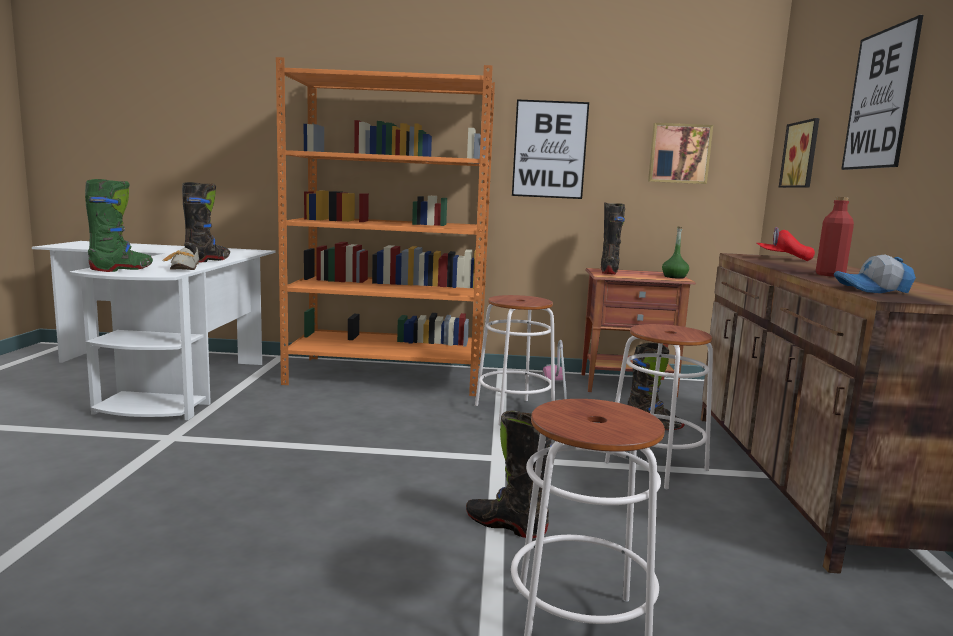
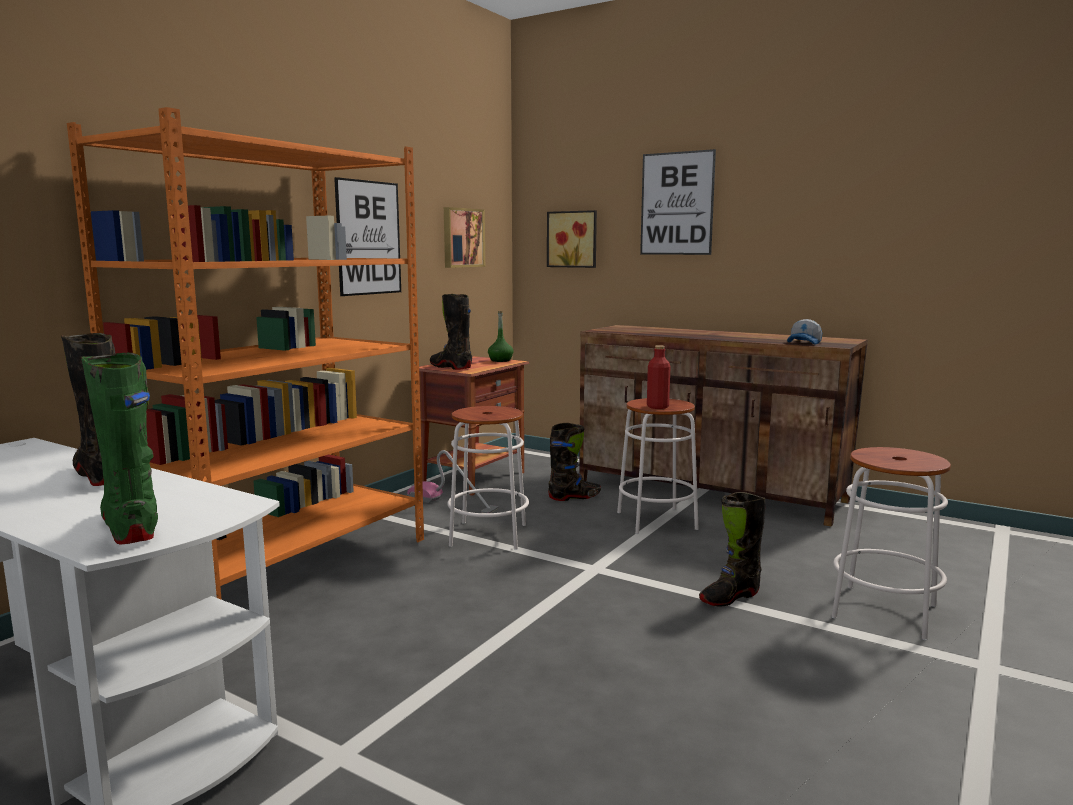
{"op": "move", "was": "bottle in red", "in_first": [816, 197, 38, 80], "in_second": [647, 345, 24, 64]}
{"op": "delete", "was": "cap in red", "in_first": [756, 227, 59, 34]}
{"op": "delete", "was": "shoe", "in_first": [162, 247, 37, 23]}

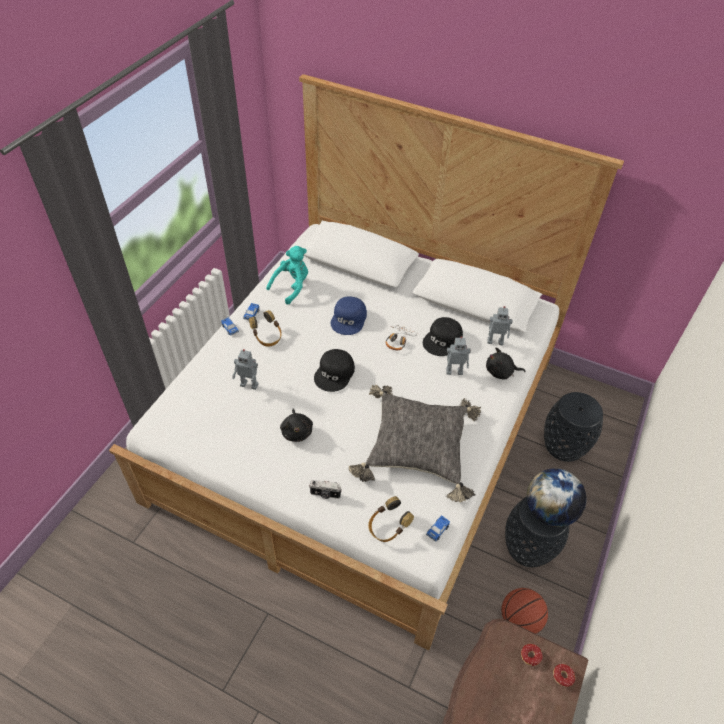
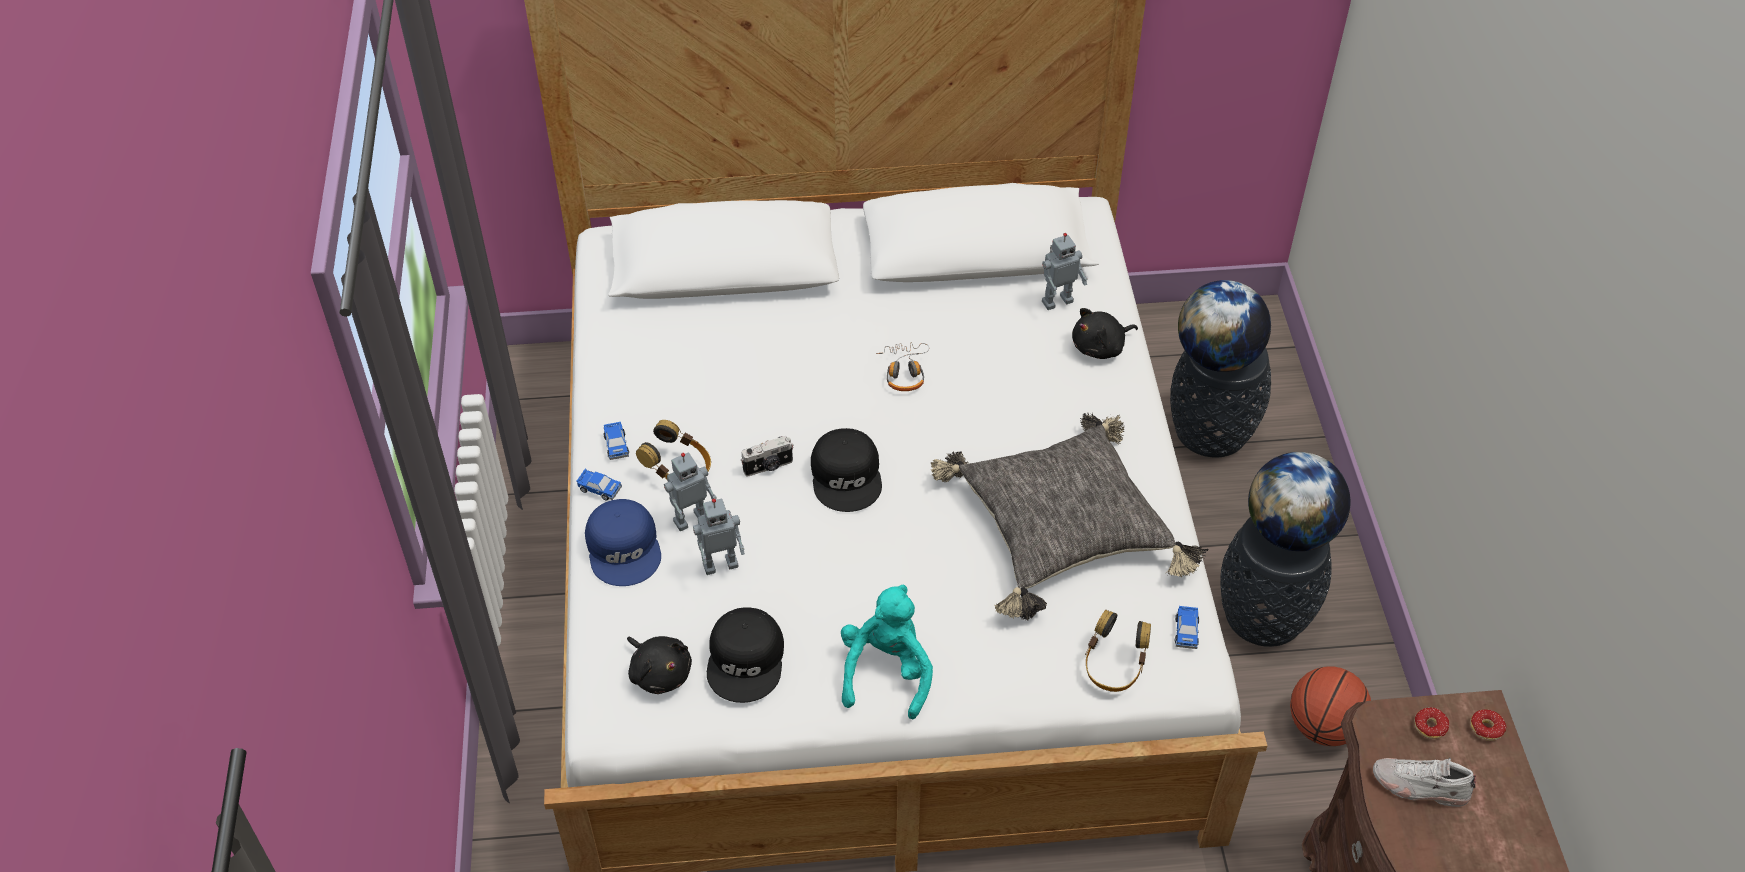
{"op": "move", "was": "plush toy in turquoise", "in_first": [266, 246, 42, 59], "in_second": [841, 584, 92, 135]}
{"op": "move", "was": "cap in blue", "in_first": [331, 296, 36, 39], "in_second": [585, 499, 76, 87]}
{"op": "move", "was": "cap in black", "in_first": [423, 317, 40, 39], "in_second": [707, 608, 77, 95]}
{"op": "move", "was": "toy robot", "in_first": [446, 336, 25, 39], "in_second": [664, 453, 53, 78]}
{"op": "move", "was": "plush toy in black", "in_first": [280, 409, 33, 33], "in_second": [627, 636, 65, 58]}
{"op": "move", "was": "photo camera", "in_first": [309, 480, 33, 19], "in_second": [741, 436, 53, 40]}
{"op": "insert", "now": "globe", "in_second": [1178, 280, 93, 92]}
{"op": "insert", "now": "shoe in white", "in_second": [1373, 758, 103, 49]}

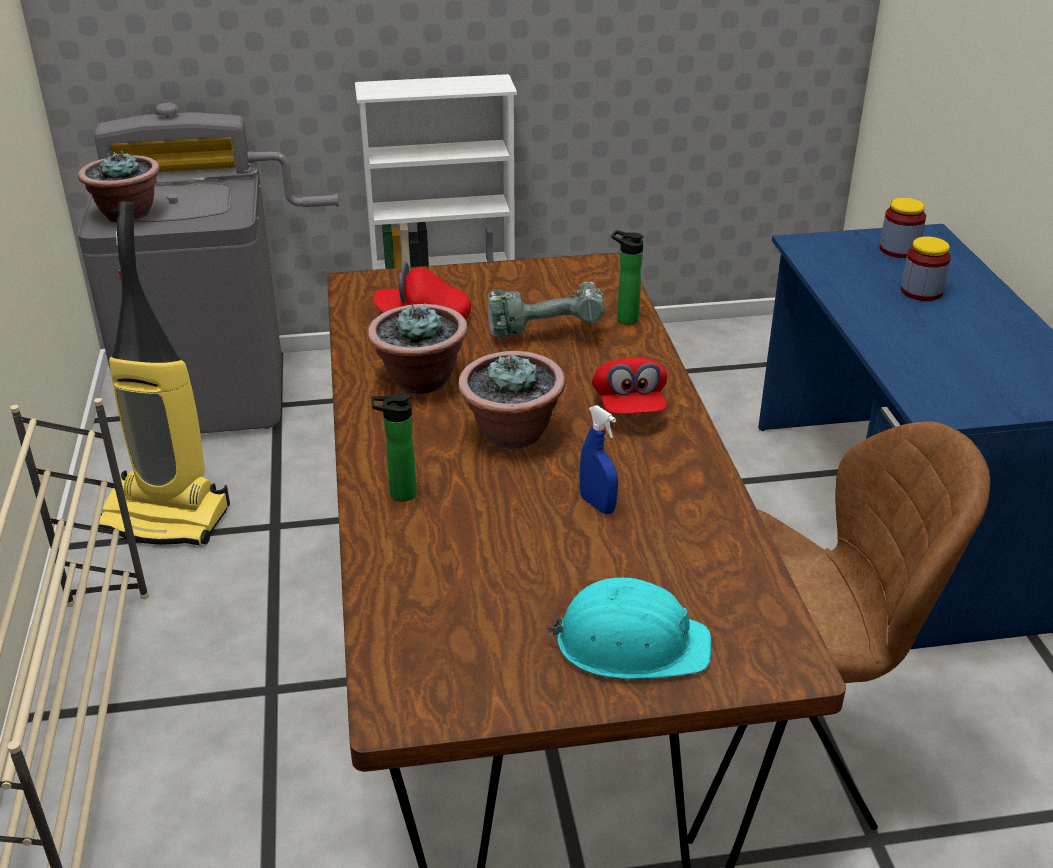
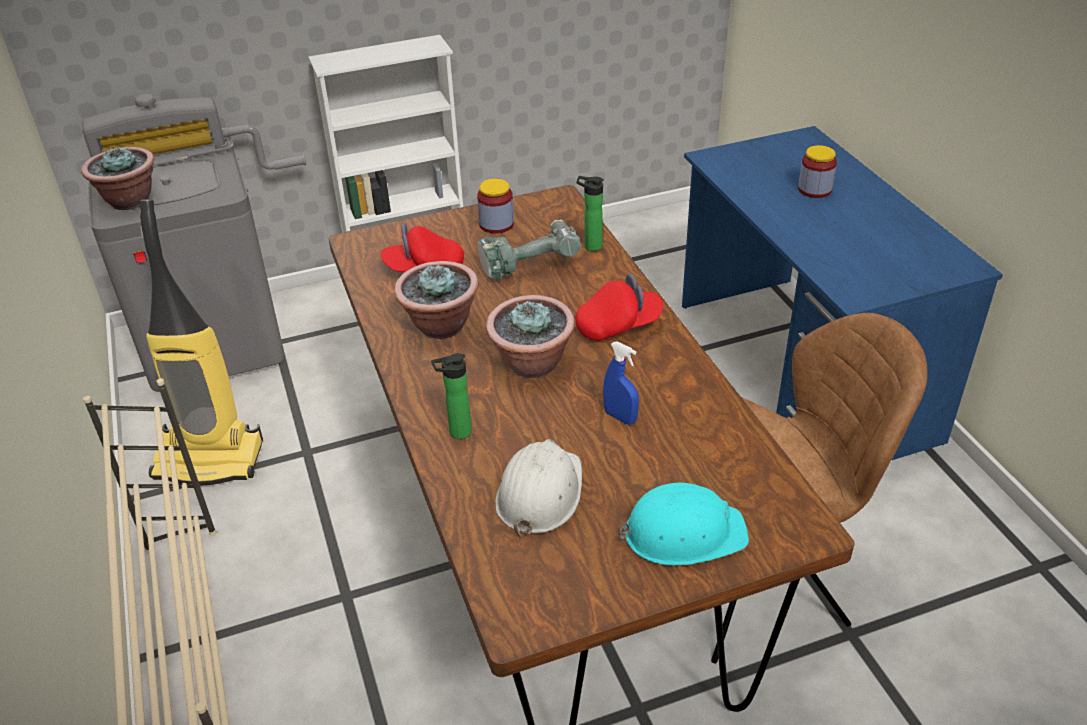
{"op": "move", "was": "jar", "in_first": [880, 198, 46, 60], "in_second": [477, 179, 37, 55]}
{"op": "rotate", "was": "cap in red", "in_first": [592, 357, 75, 57], "in_second": [575, 273, 88, 68], "clockwise": -90}
{"op": "insert", "now": "hard hat in white", "in_second": [495, 439, 87, 98]}

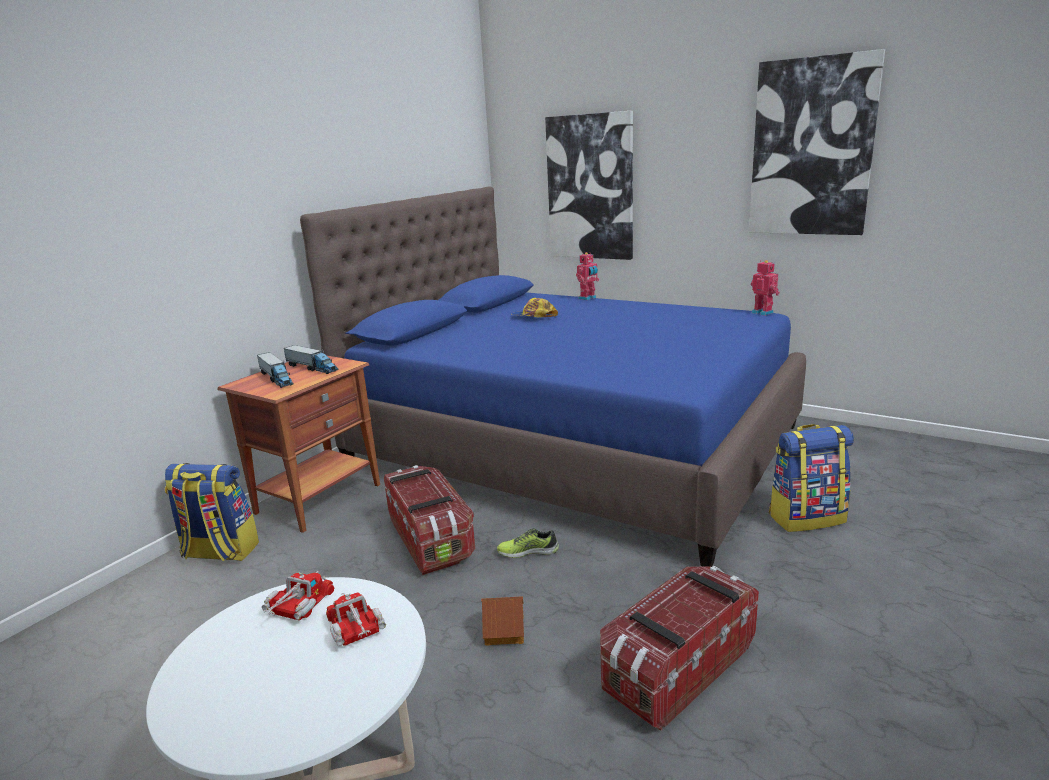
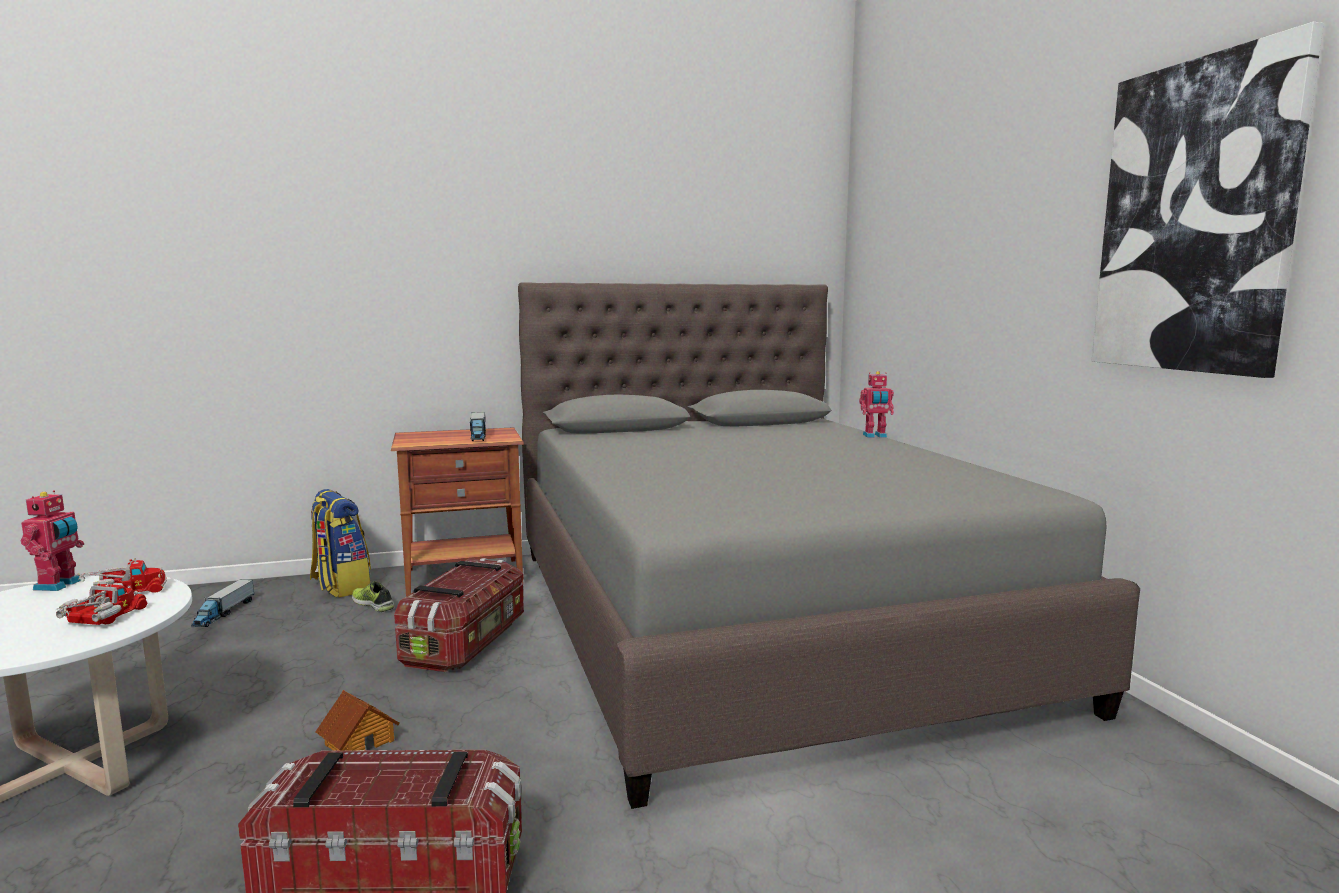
{"op": "delete", "was": "picture", "in_first": [545, 111, 88, 149]}
{"op": "recolor", "was": "bed in blue", "now": "bed in grey", "in_first": [300, 186, 506, 381], "in_second": [518, 282, 622, 527]}
{"op": "move", "was": "toy robot", "in_first": [751, 260, 29, 56], "in_second": [21, 490, 63, 101]}
{"op": "delete", "was": "cap", "in_first": [512, 298, 46, 20]}
{"op": "move", "was": "toy truck", "in_first": [257, 352, 36, 36], "in_second": [191, 579, 63, 48]}
{"op": "delete", "was": "backpack", "in_first": [769, 424, 85, 108]}
{"op": "move", "was": "shoe", "in_first": [497, 528, 62, 30], "in_second": [352, 581, 42, 31]}

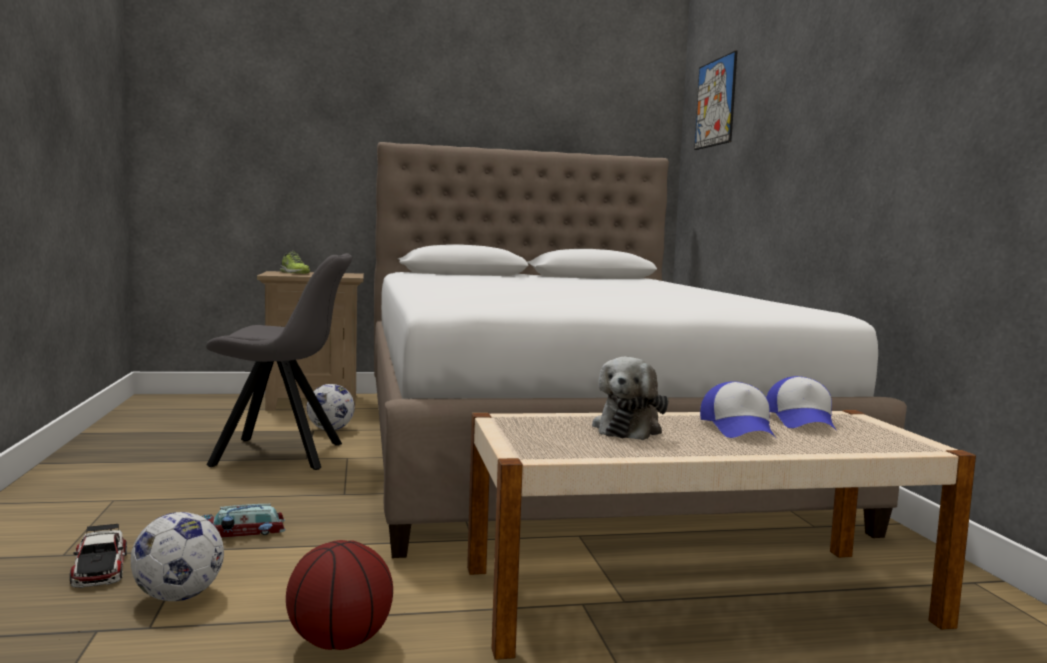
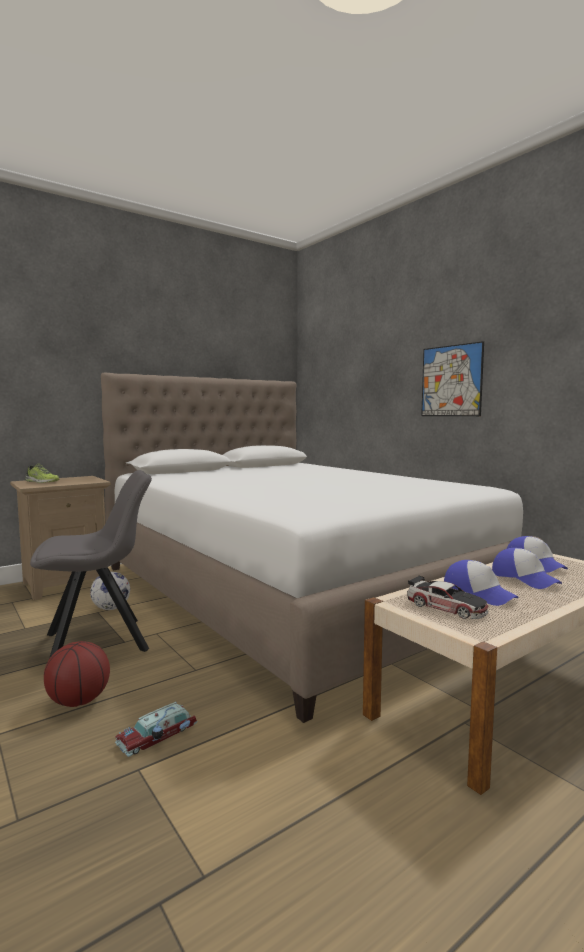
{"op": "move", "was": "picture", "in_first": [694, 50, 43, 100], "in_second": [421, 341, 63, 75]}
{"op": "replace", "was": "plush toy", "now": "cap", "in_first": [592, 357, 76, 83], "in_second": [444, 560, 75, 46]}
{"op": "delete", "was": "football", "in_first": [131, 512, 93, 89]}
{"op": "move", "was": "toy car", "in_first": [70, 523, 57, 65], "in_second": [407, 575, 81, 44]}
{"op": "move", "was": "basketball", "in_first": [286, 540, 107, 110], "in_second": [44, 641, 66, 66]}

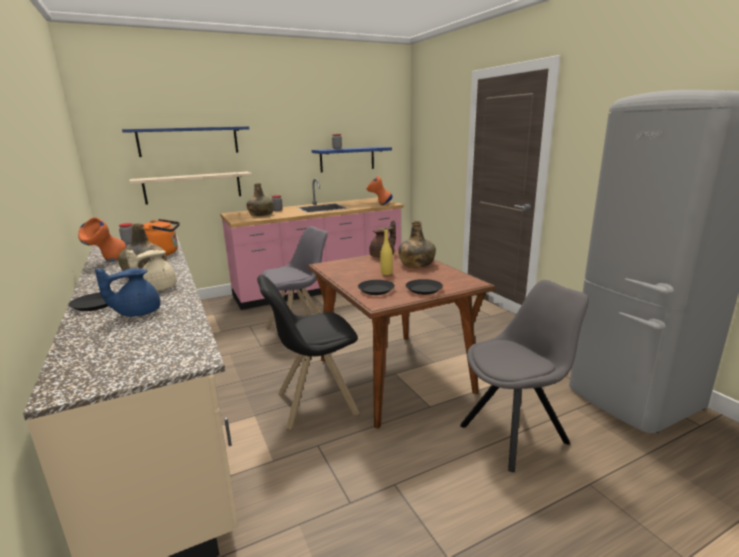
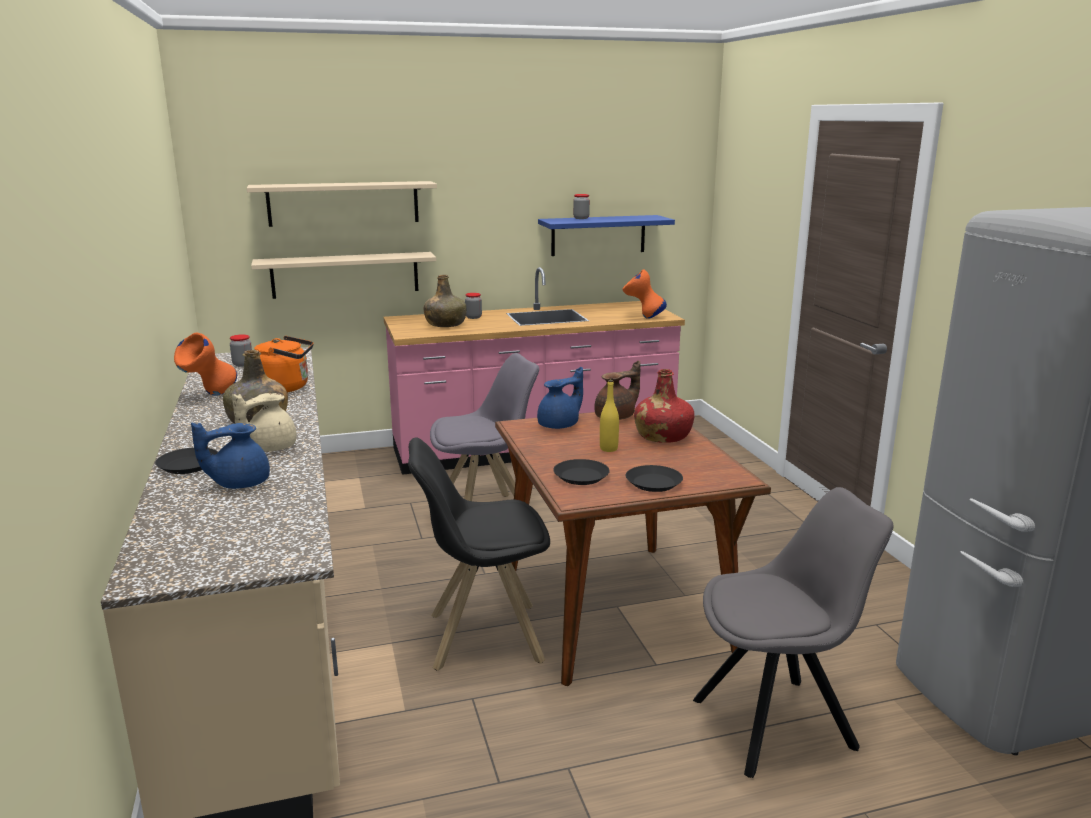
{"op": "recolor", "was": "shelf in blue", "now": "shelf in beige", "in_first": [122, 126, 127, 31], "in_second": [247, 181, 190, 46]}
{"op": "recolor", "was": "bottle in green", "now": "bottle in red", "in_first": [398, 221, 38, 46], "in_second": [634, 369, 61, 74]}
{"op": "insert", "now": "teapot in blue", "in_second": [537, 367, 46, 62]}

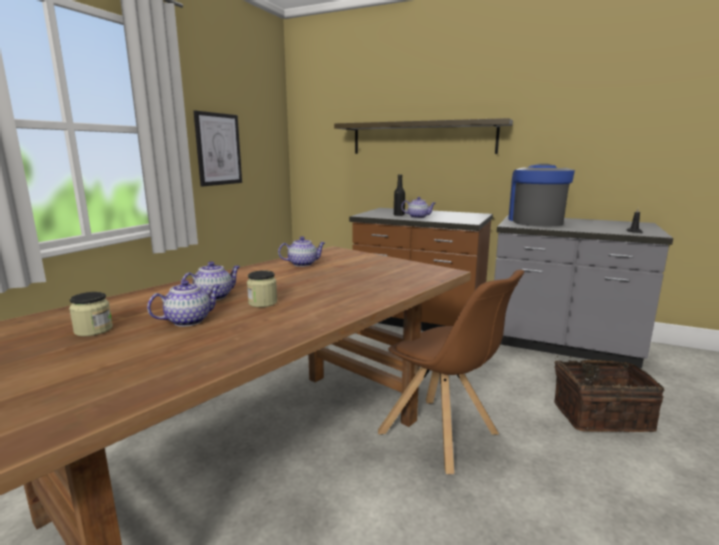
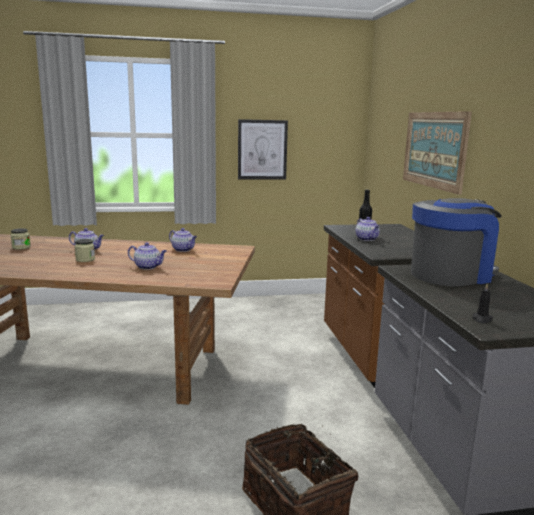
{"op": "replace", "was": "shelf", "now": "picture", "in_first": [334, 118, 179, 36], "in_second": [403, 111, 69, 84]}
{"op": "delete", "was": "chair in brown", "in_first": [378, 270, 146, 205]}
{"op": "move", "was": "teapot", "in_first": [147, 280, 74, 47], "in_second": [128, 242, 38, 28]}

